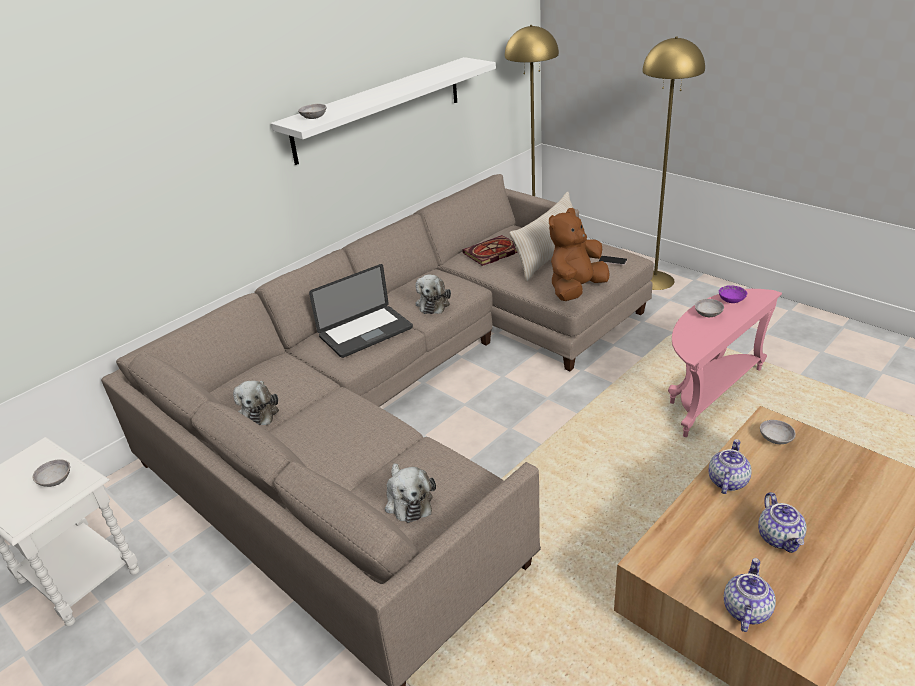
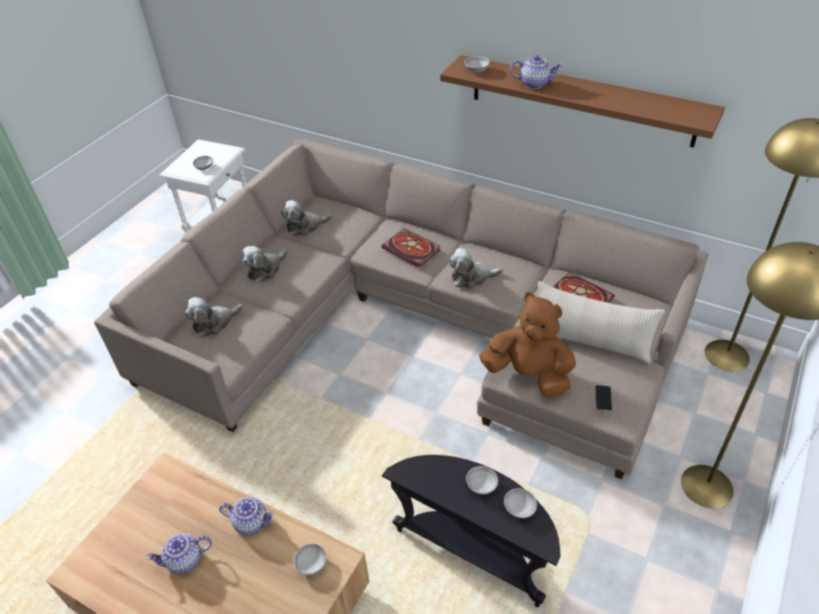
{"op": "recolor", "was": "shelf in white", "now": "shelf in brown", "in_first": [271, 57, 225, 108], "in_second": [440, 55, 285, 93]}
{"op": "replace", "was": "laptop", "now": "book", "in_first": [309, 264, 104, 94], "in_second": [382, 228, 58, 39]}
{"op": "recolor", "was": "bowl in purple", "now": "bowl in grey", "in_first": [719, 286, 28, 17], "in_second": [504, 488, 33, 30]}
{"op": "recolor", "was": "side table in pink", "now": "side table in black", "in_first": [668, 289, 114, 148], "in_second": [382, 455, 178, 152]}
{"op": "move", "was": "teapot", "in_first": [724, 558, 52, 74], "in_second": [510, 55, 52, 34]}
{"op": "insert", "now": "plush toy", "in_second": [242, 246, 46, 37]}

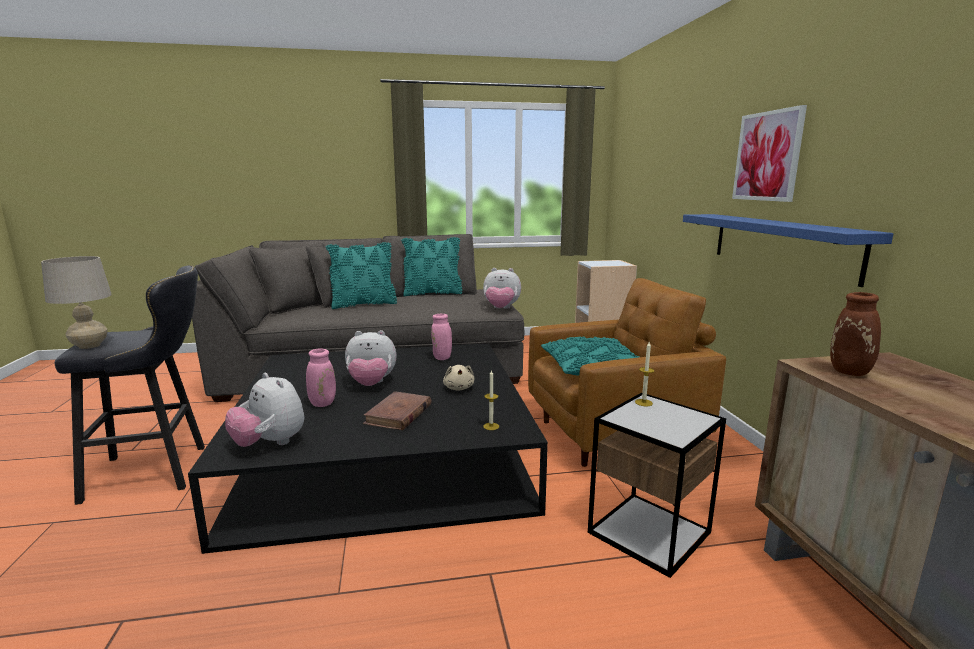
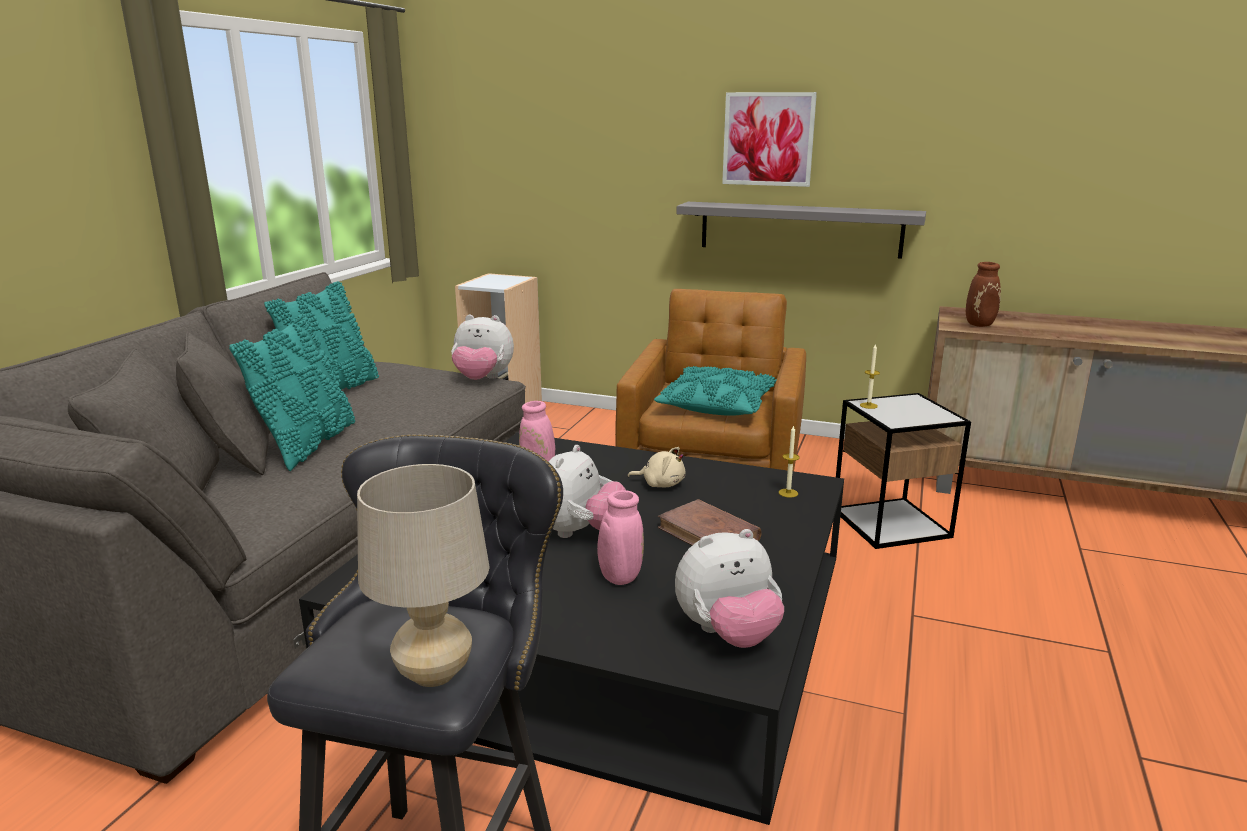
{"op": "recolor", "was": "shelf in blue", "now": "shelf in grey", "in_first": [683, 214, 211, 73], "in_second": [676, 202, 250, 57]}
{"op": "rotate", "was": "plush toy", "in_first": [483, 268, 38, 41], "in_second": [451, 314, 63, 66], "clockwise": 60}

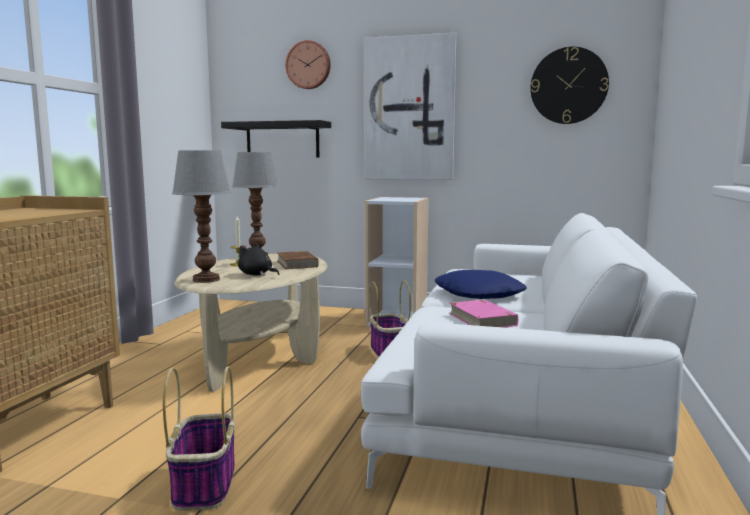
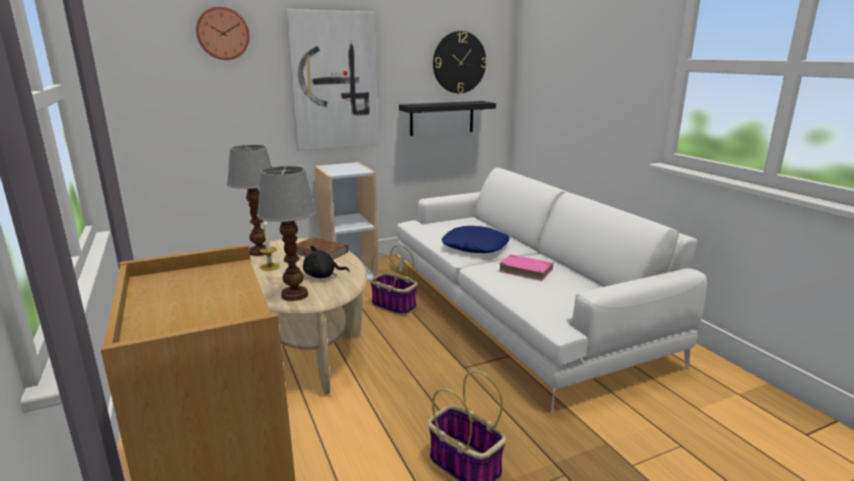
{"op": "move", "was": "shelf in black", "in_first": [221, 120, 110, 37], "in_second": [399, 101, 97, 35]}

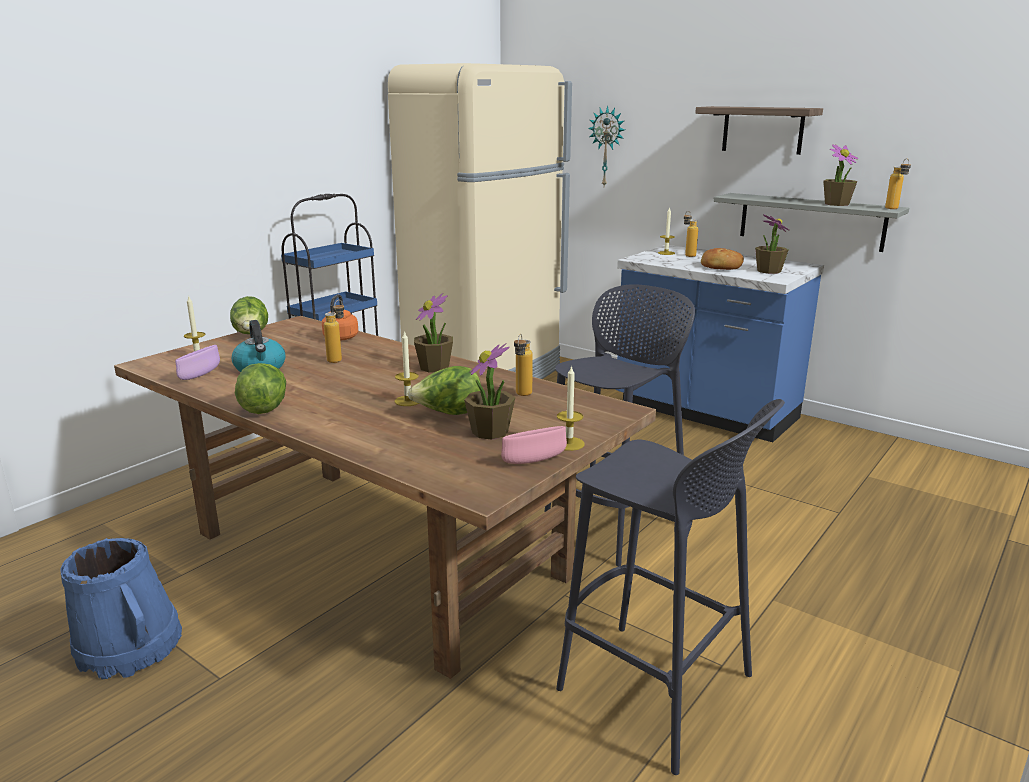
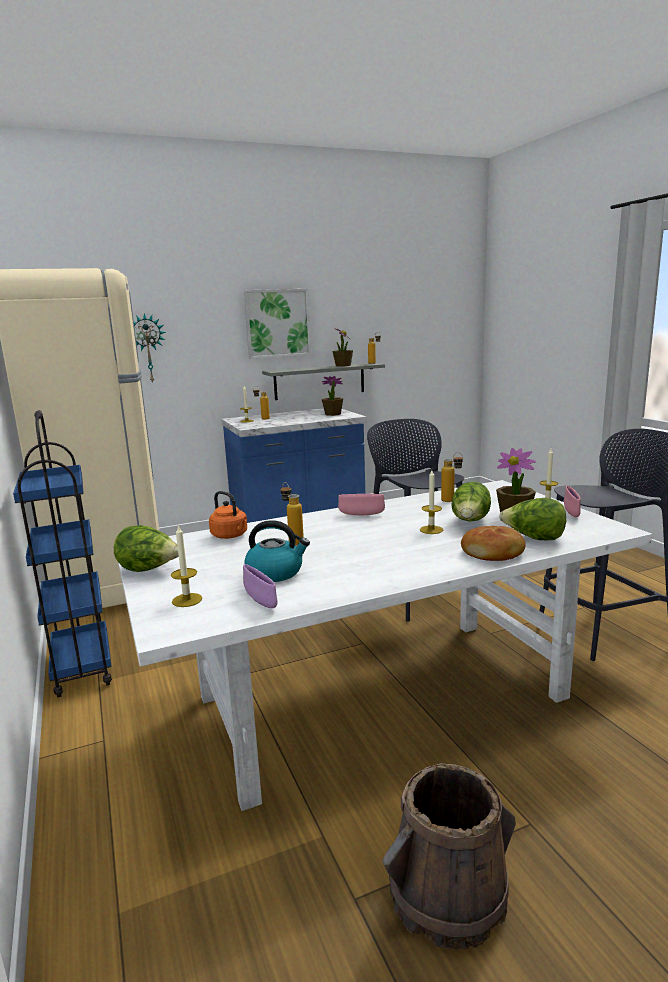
{"op": "replace", "was": "shelf", "now": "picture", "in_first": [695, 106, 128, 49], "in_second": [244, 289, 67, 70]}
{"op": "move", "was": "bread", "in_first": [701, 248, 43, 22], "in_second": [461, 526, 65, 35]}
{"op": "replace", "was": "potted plant", "now": "bowl in pink", "in_first": [414, 293, 39, 79], "in_second": [338, 494, 47, 21]}
{"op": "recolor", "was": "dining table in brown", "now": "dining table in white", "in_first": [114, 316, 542, 363], "in_second": [118, 480, 534, 331]}
{"op": "move", "was": "lettuce", "in_first": [235, 363, 51, 51], "in_second": [499, 498, 67, 42]}
{"op": "recolor", "was": "bucket in blue", "now": "bucket in brown", "in_first": [60, 538, 122, 141], "in_second": [382, 763, 134, 187]}

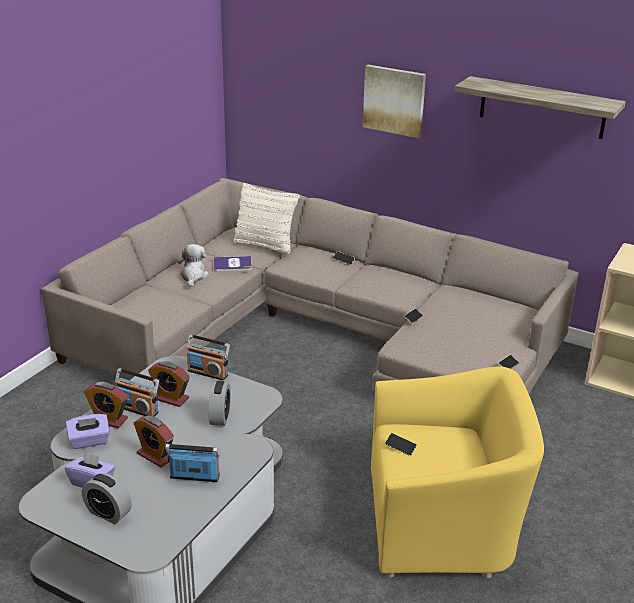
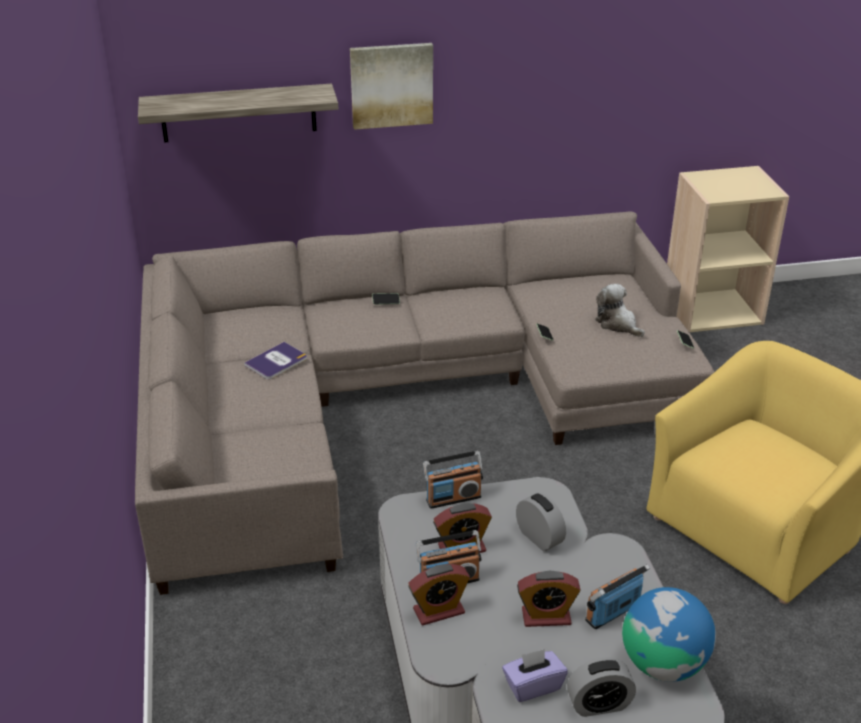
{"op": "move", "was": "shelf", "in_first": [454, 76, 172, 63], "in_second": [138, 84, 200, 59]}
{"op": "delete", "was": "pillow in beige", "in_first": [234, 183, 66, 72]}
{"op": "move", "was": "plush toy", "in_first": [178, 244, 31, 43], "in_second": [595, 284, 50, 53]}
{"op": "delete", "was": "tissue box in purple", "in_first": [66, 414, 44, 35]}
{"op": "delete", "was": "phone", "in_first": [385, 433, 32, 23]}
{"op": "insert", "now": "globe", "in_second": [622, 587, 94, 95]}

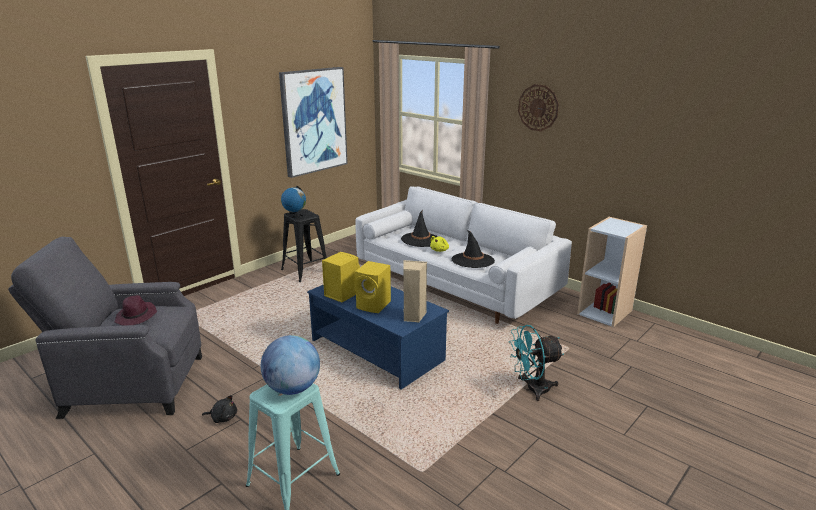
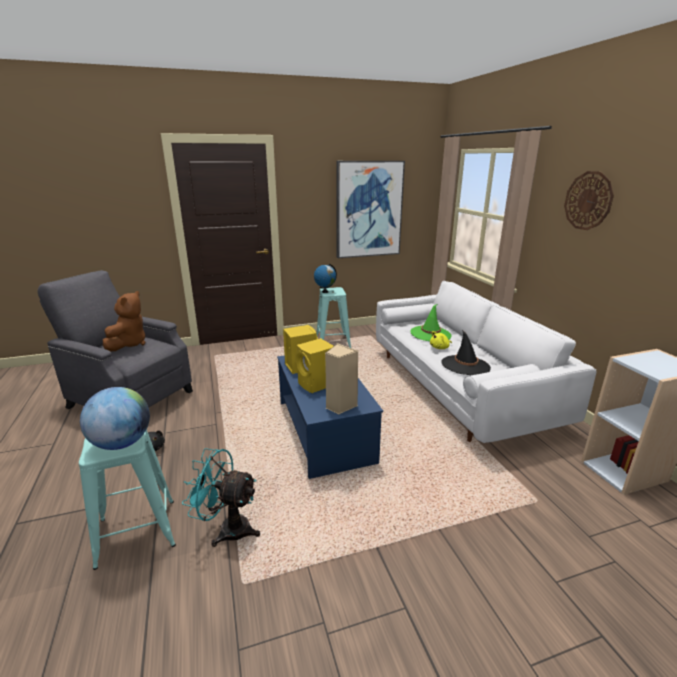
{"op": "recolor", "was": "stool in black", "now": "stool in turquoise", "in_first": [281, 209, 46, 73], "in_second": [317, 287, 34, 61]}
{"op": "recolor", "was": "hat in black", "now": "hat in green", "in_first": [401, 210, 37, 37], "in_second": [411, 304, 40, 37]}
{"op": "replace", "was": "hat in purple", "now": "plush toy in brown", "in_first": [114, 295, 43, 31], "in_second": [103, 291, 43, 60]}
{"op": "move", "was": "fan in turquoise", "in_first": [509, 325, 55, 76], "in_second": [182, 448, 78, 99]}

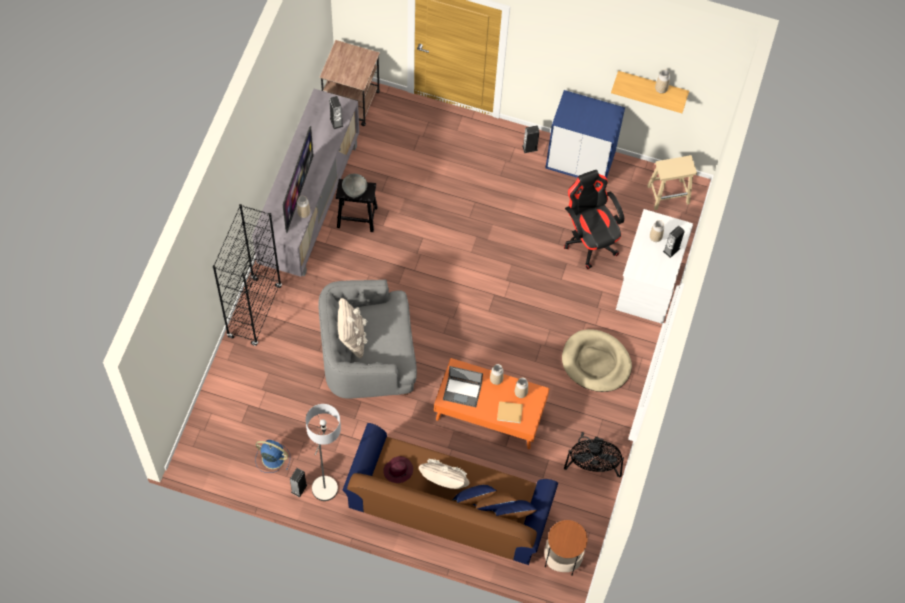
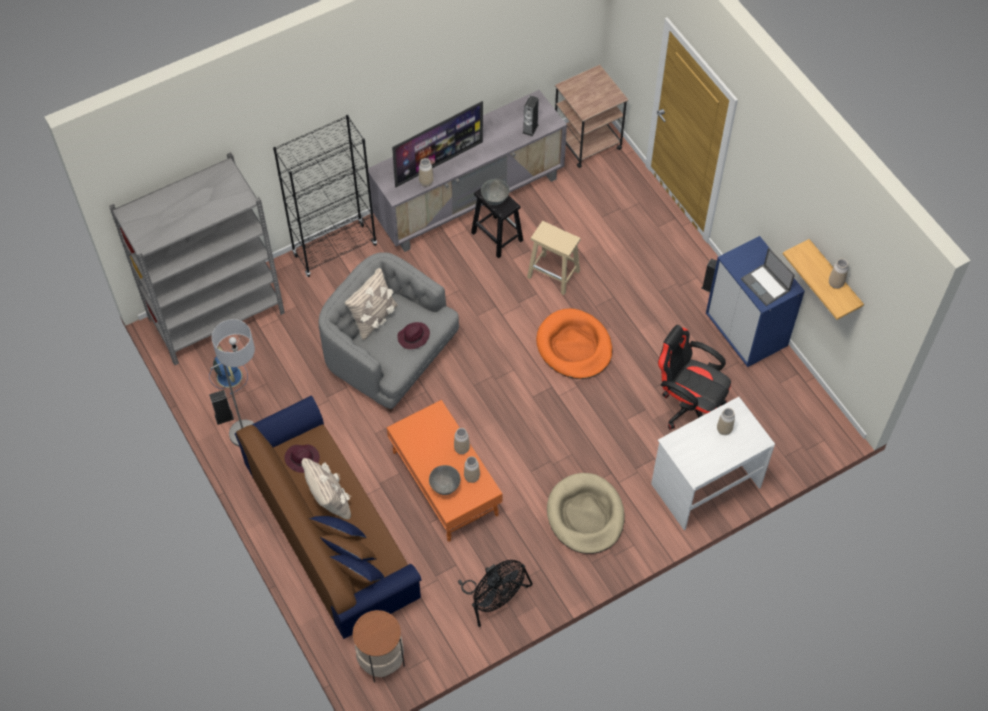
{"op": "move", "was": "stool in beige", "in_first": [647, 155, 50, 55], "in_second": [527, 221, 54, 74]}
{"op": "rotate", "was": "office chair in black", "in_first": [564, 170, 60, 99], "in_second": [658, 325, 73, 105], "clockwise": -75}
{"op": "delete", "was": "speaker", "in_first": [663, 226, 22, 32]}
{"op": "move", "was": "laptop", "in_first": [443, 366, 40, 41], "in_second": [741, 248, 54, 58]}
{"op": "replace", "was": "book in beige", "now": "bowl in grey", "in_first": [497, 401, 26, 22], "in_second": [429, 465, 31, 30]}
{"op": "rotate", "was": "fan in black", "in_first": [564, 432, 60, 45], "in_second": [458, 560, 75, 67], "clockwise": -90}
{"op": "insert", "now": "bookcase in grey", "in_second": [109, 152, 176, 213]}
{"op": "insert", "now": "dog bed in orange", "in_second": [536, 308, 76, 71]}
{"op": "insert", "now": "hat in purple", "in_second": [398, 322, 32, 27]}

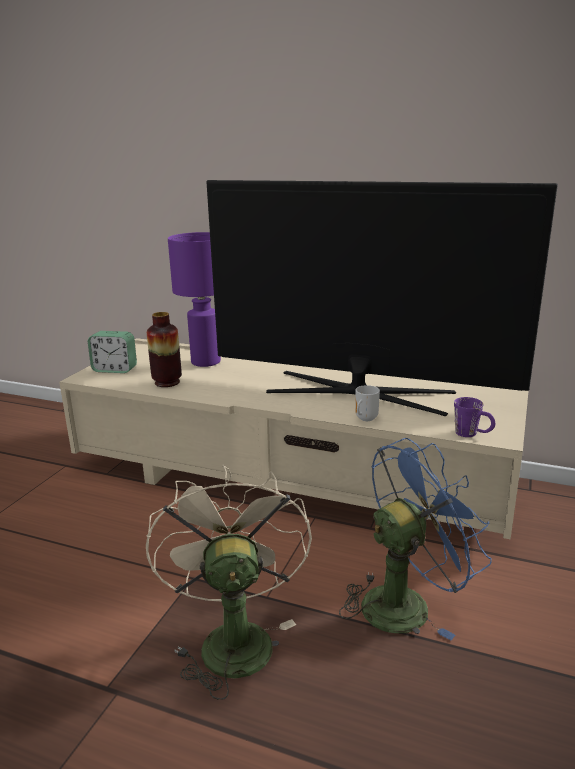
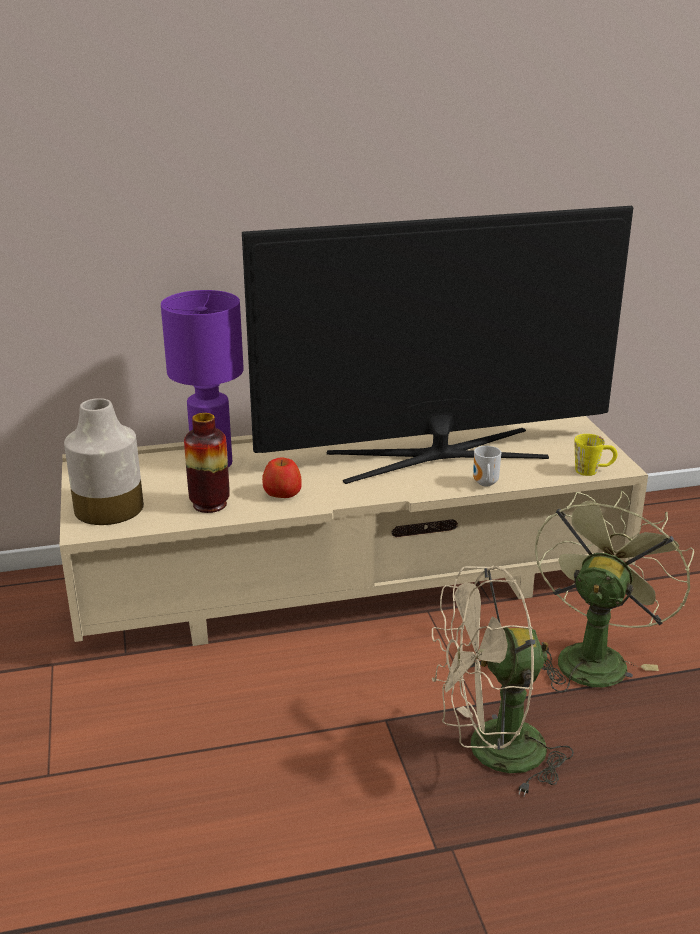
{"op": "replace", "was": "alarm clock", "now": "vase in beige", "in_first": [88, 331, 49, 42], "in_second": [64, 398, 80, 127]}
{"op": "recolor", "was": "mug in purple", "now": "mug in yellow", "in_first": [454, 397, 41, 40], "in_second": [574, 434, 43, 42]}
{"op": "recolor", "was": "fan in blue", "now": "fan in green", "in_first": [339, 438, 153, 202], "in_second": [535, 490, 159, 203]}
{"op": "rotate", "was": "fan in beige", "in_first": [146, 465, 166, 235], "in_second": [432, 565, 142, 231], "clockwise": -60}
{"op": "insert", "now": "apple", "in_second": [262, 458, 40, 40]}

